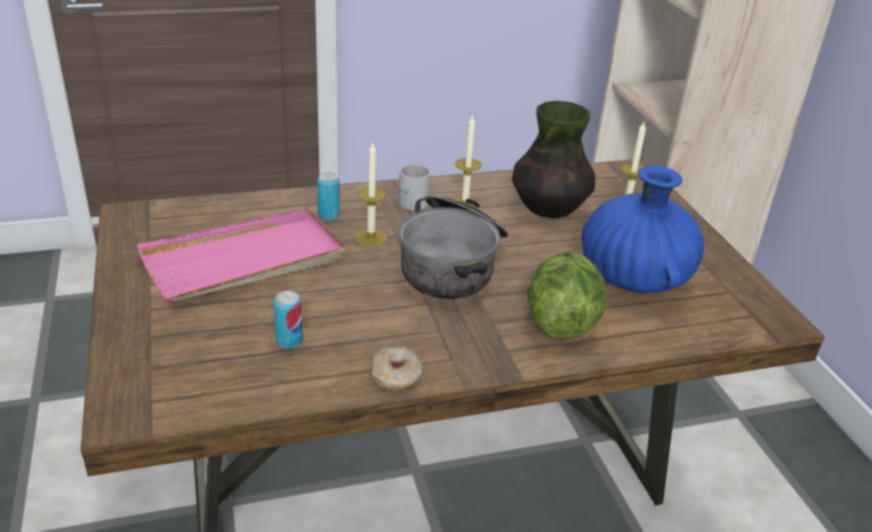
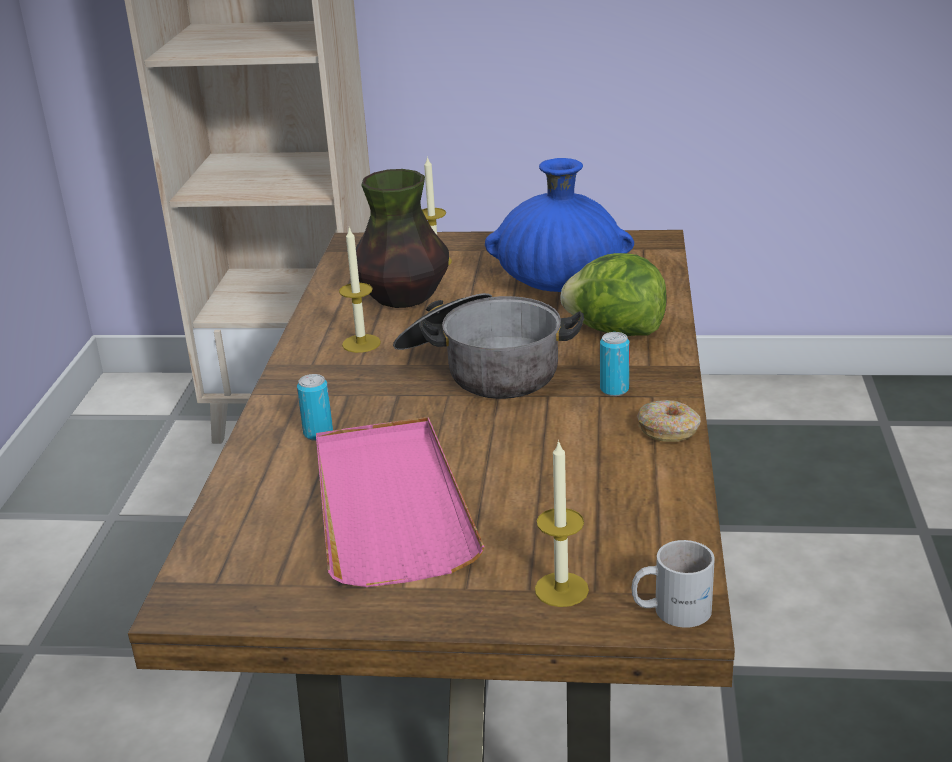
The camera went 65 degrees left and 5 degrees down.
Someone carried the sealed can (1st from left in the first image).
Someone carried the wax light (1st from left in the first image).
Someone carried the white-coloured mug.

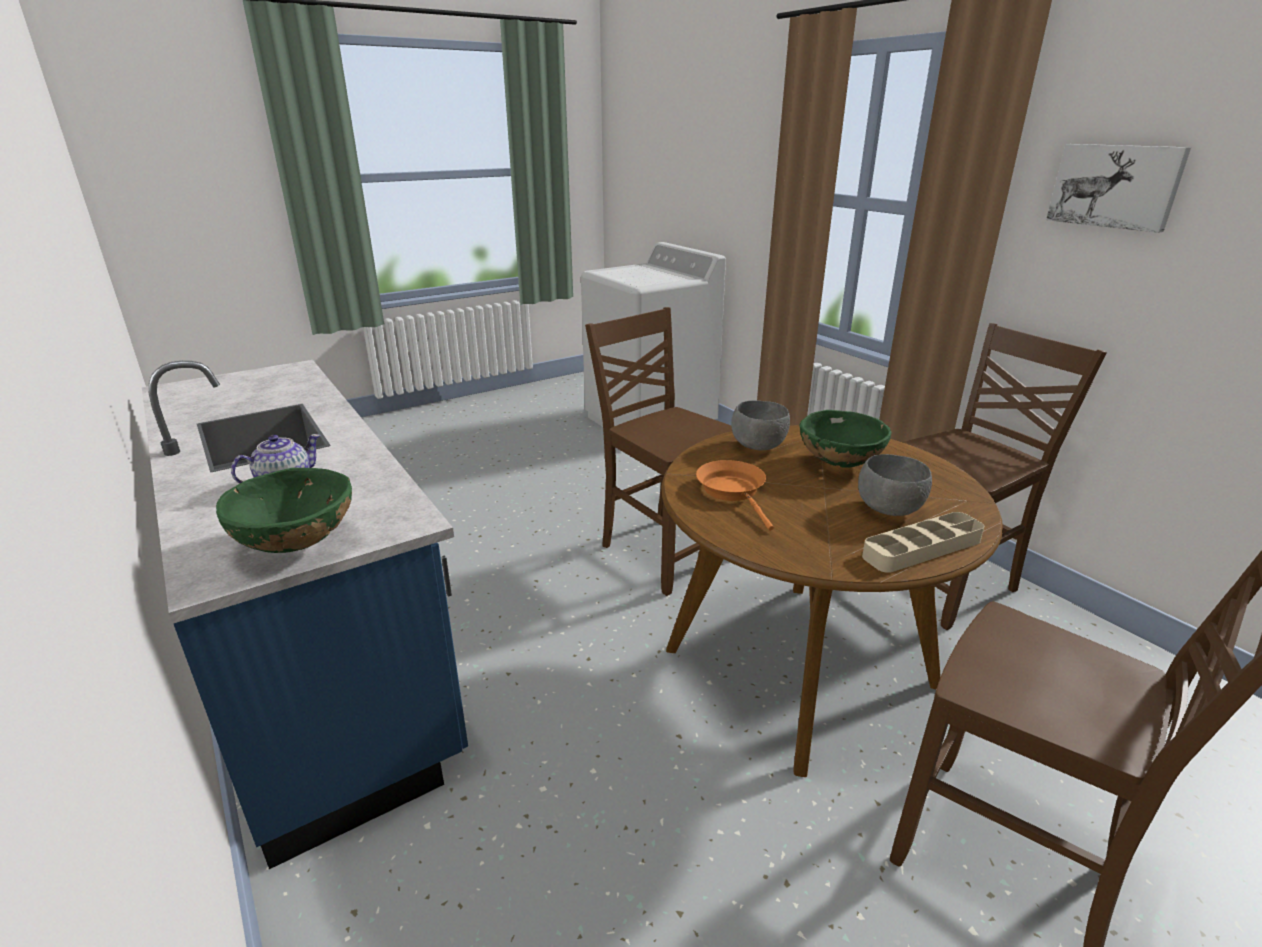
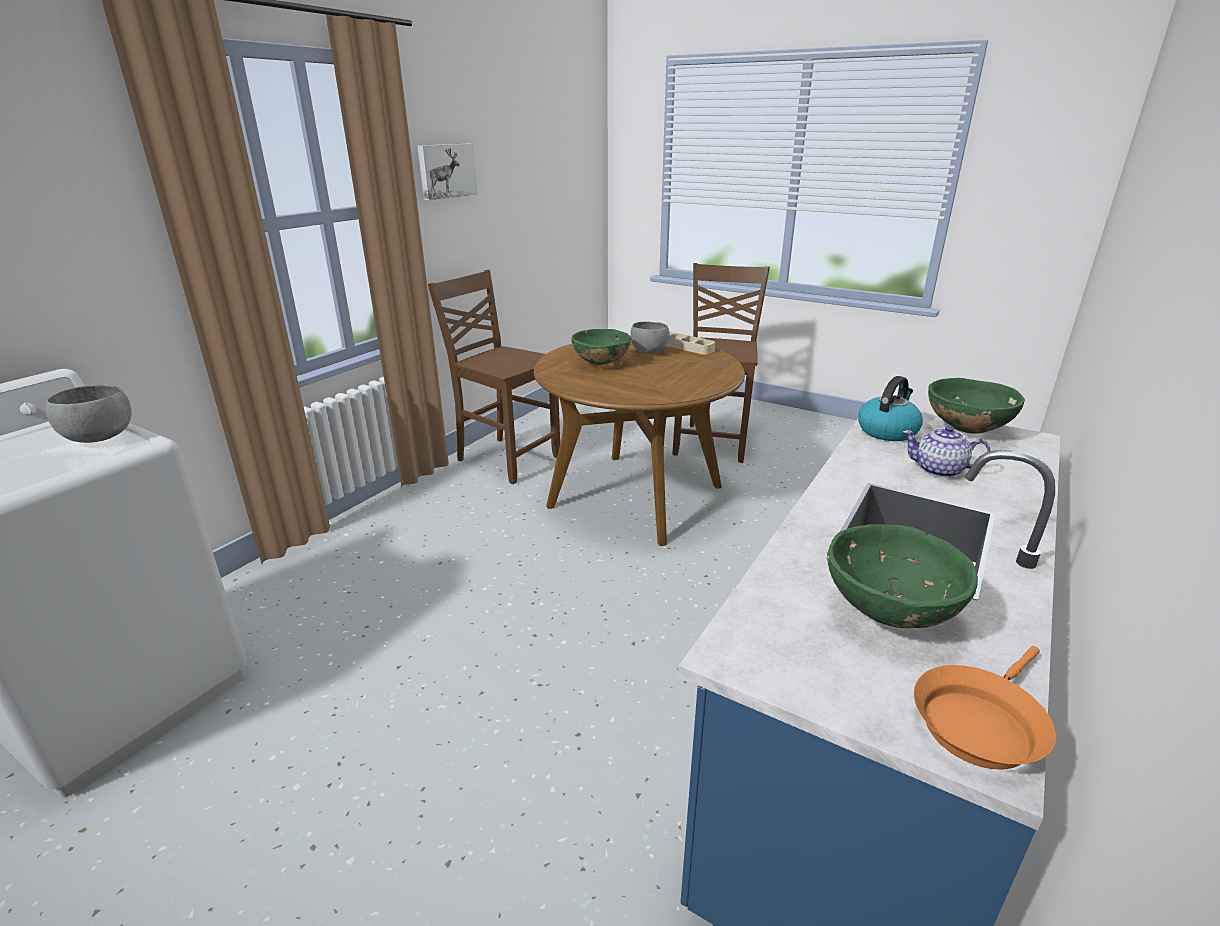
The camera went 115 degrees left and 0 degrees up.
Someone took away the brown plain chair (1st from left).
Someone put down the green-coloured serving bowl (2nd from left).
Someone put down the tea kettle.
Someone carried the orangey frying pan.
Someone carried the grey serving bowl (1st from left).

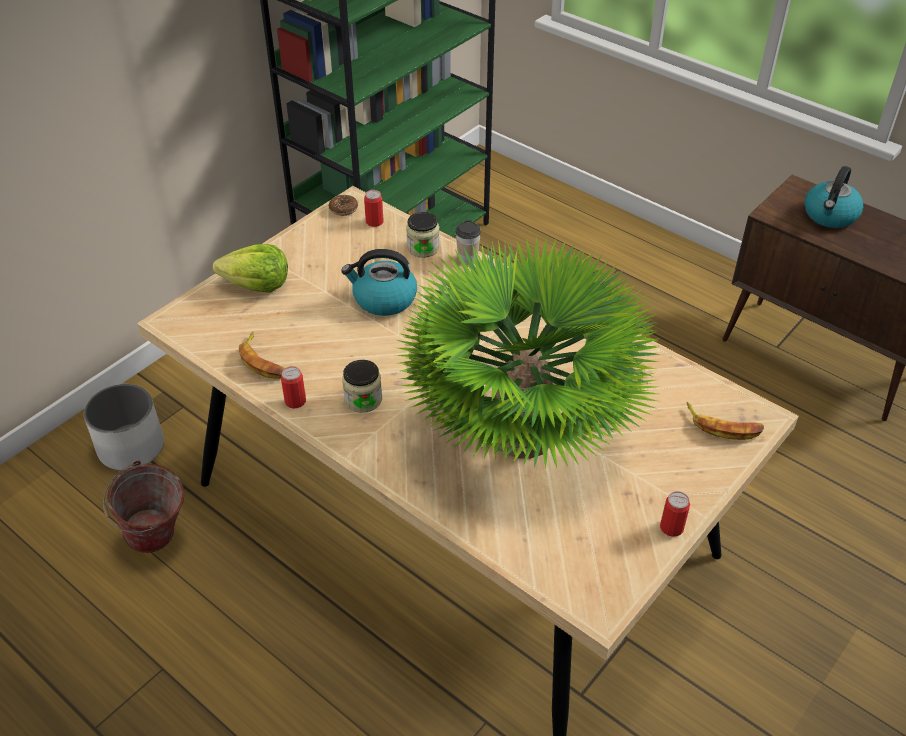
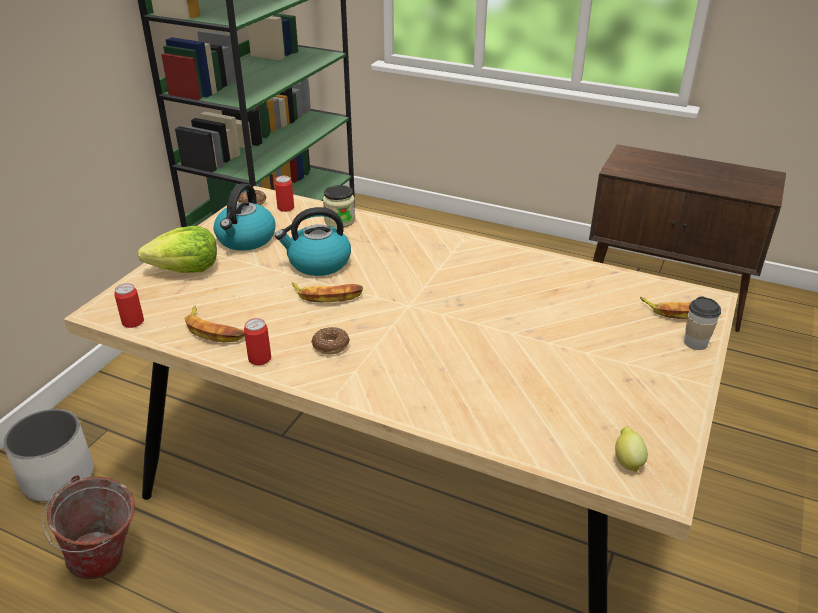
The camera went 15 degrees left and 10 degrees down.
Someone took away the plant in a pot.
Someone put down the banana (2nd from left).
Someone put down the lemon.
Someone carried the small cup.
Someone carried the sealed can (3rd from left in the first image).
Someone carried the tea kettle (2nd from left in the first image).
Someone swapped the preserve jar (1st from left) for the ring doughnut (2nd from left).

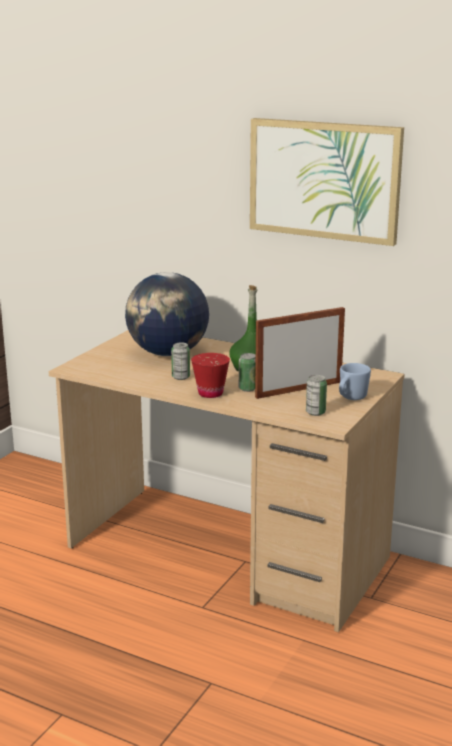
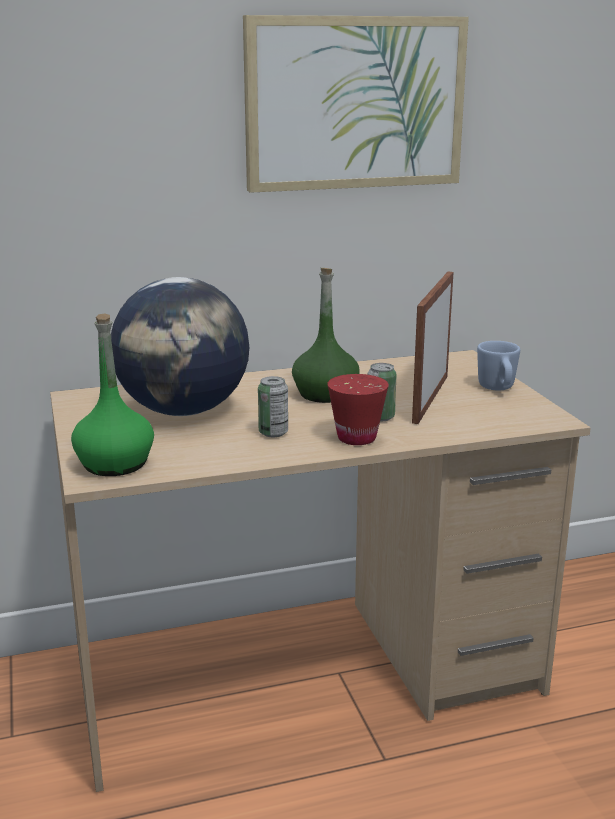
The camera went 45 degrees left and 0 degrees up.
Someone took away the sealed can (3rd from left).
Someone put down the green-coloured bottle (1st from left).

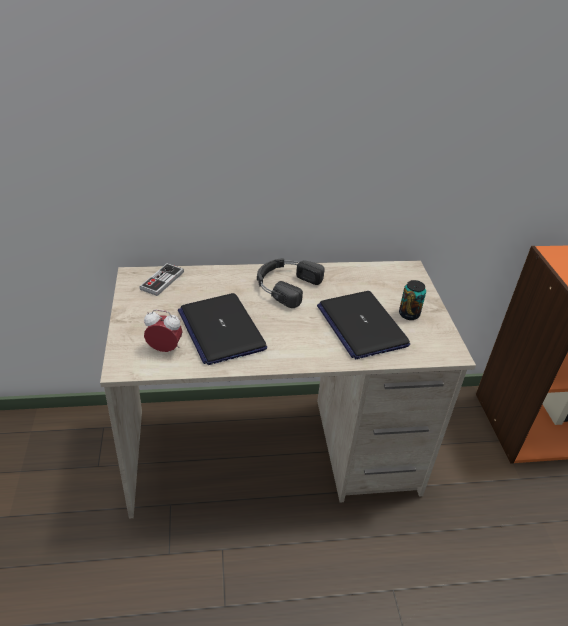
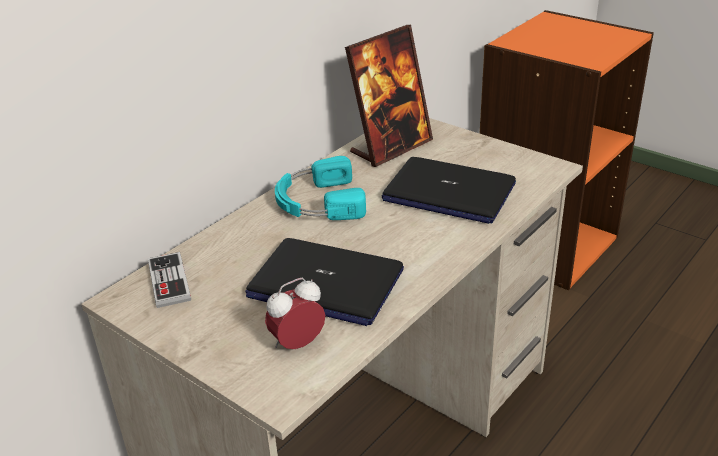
The camera went 40 degrees left and 5 degrees down.
Someone took away the sealed can.
Someone put down the photo frame.
Someone repainted the blackish headset, which became the turquoise headset.

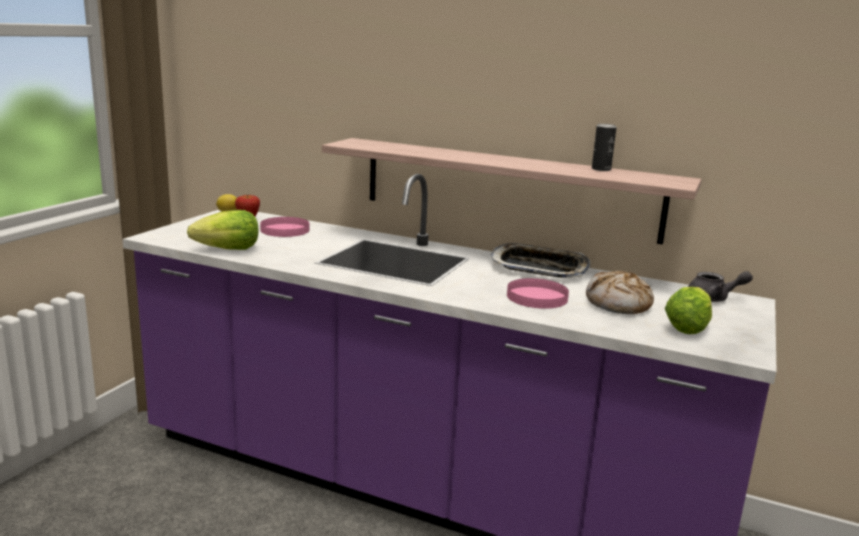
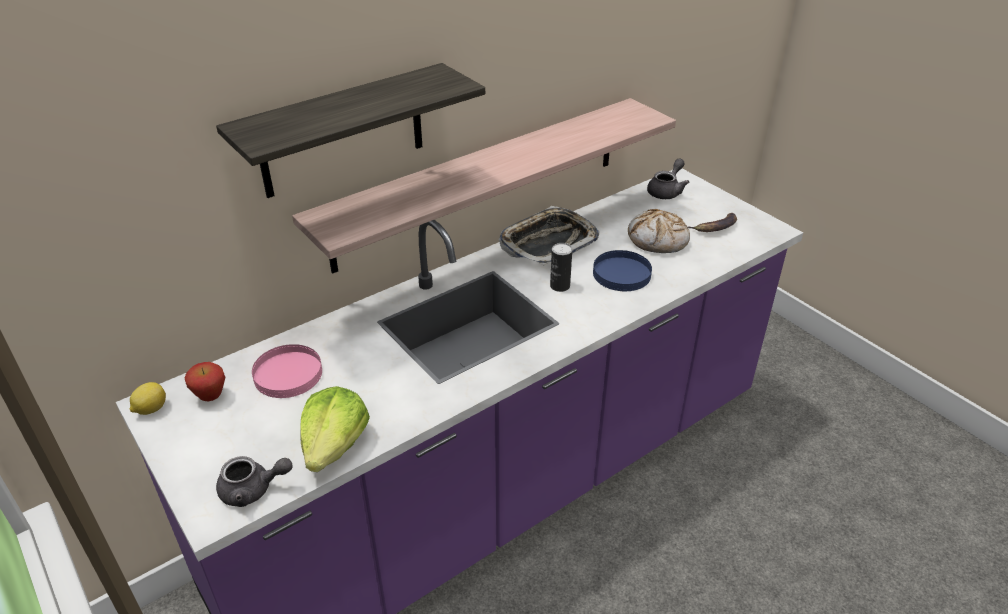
The camera went 60 degrees left and 20 degrees up.
Someone put up the wall shelf (1st from left).
Someone put down the grey pot for tea (1st from left).
Someone carried the sealed can.
Someone swapped the lettuce (2nd from left) for the banana.
Someone repainted the pinkish dinner plate (2nd from left), which became the bluish dinner plate.

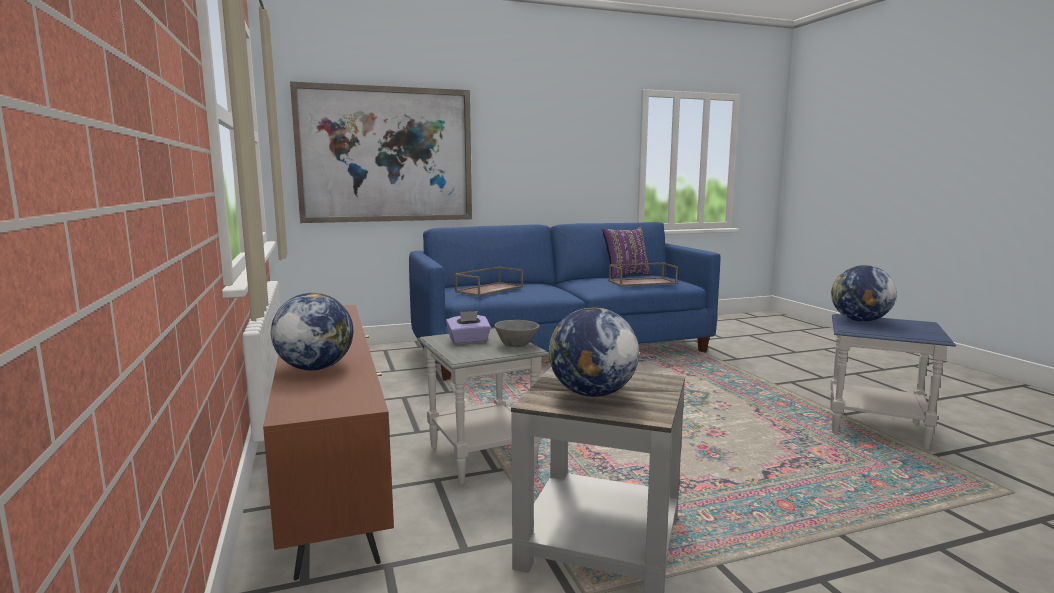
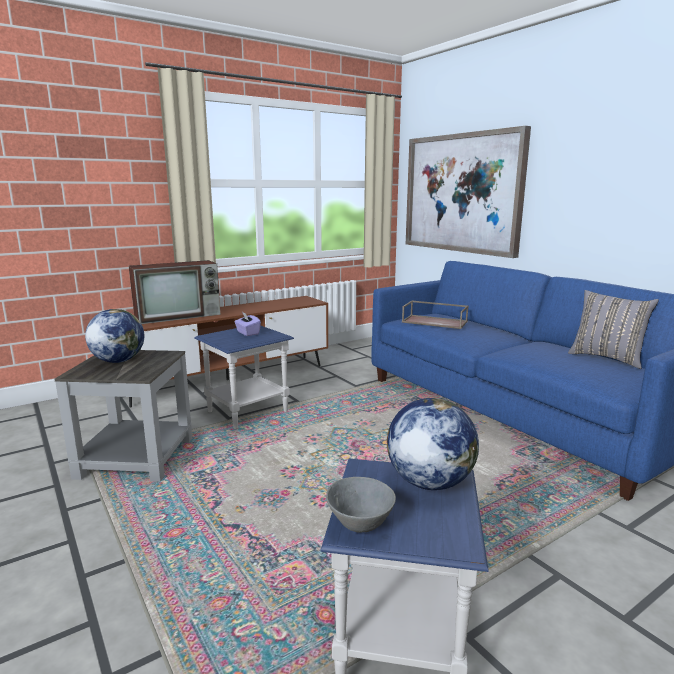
The camera went 75 degrees right and 5 degrees up.
Someone took away the brown tray (2nd from left).
Someone carried the grey serving bowl.
Someone swapped the world globe (1st from left) for the television.
Someone repainted the grey accent table (1st from left), which became the bluish accent table (1st from left).
Someone repainted the purplish pillow, which became the grey pillow.

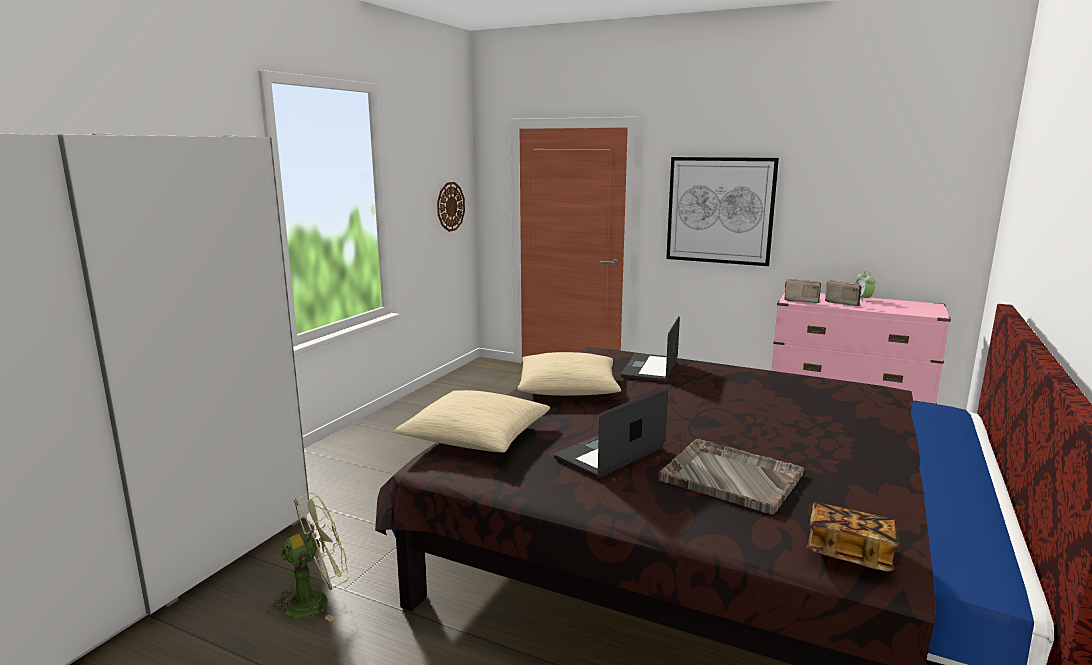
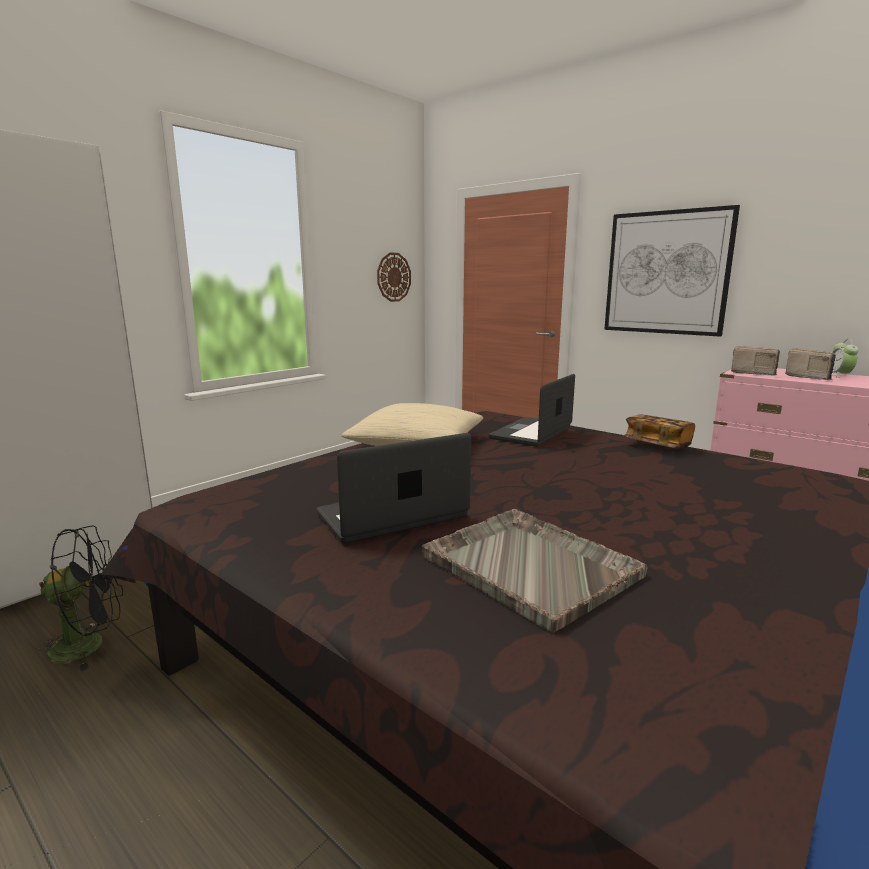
The camera went 15 degrees right and 0 degrees up.
Someone took away the beige-coloured pillow (1st from left).
Someone carried the bound book.
Someone repainted the green-coloured electric fan, which became the blackish electric fan.

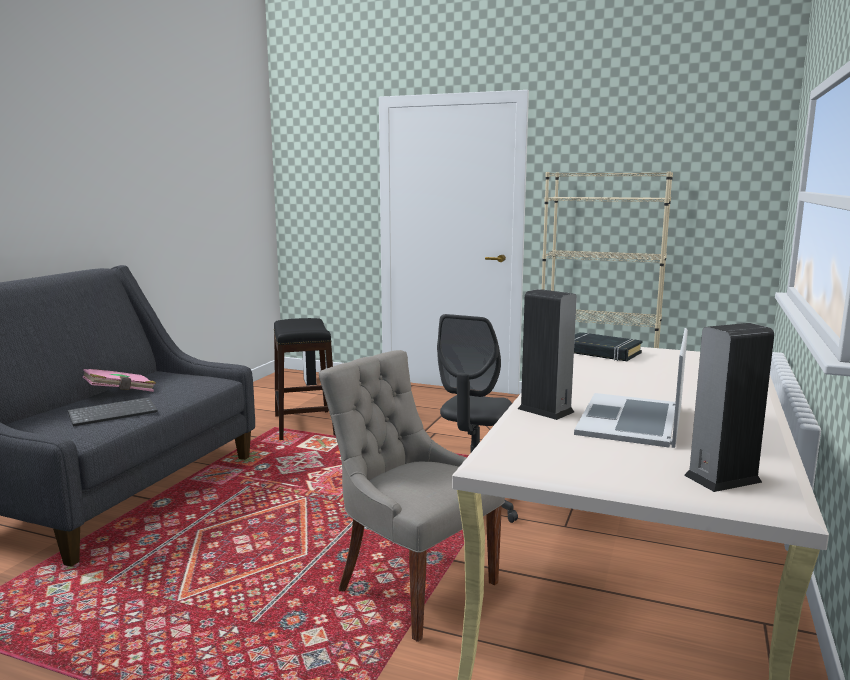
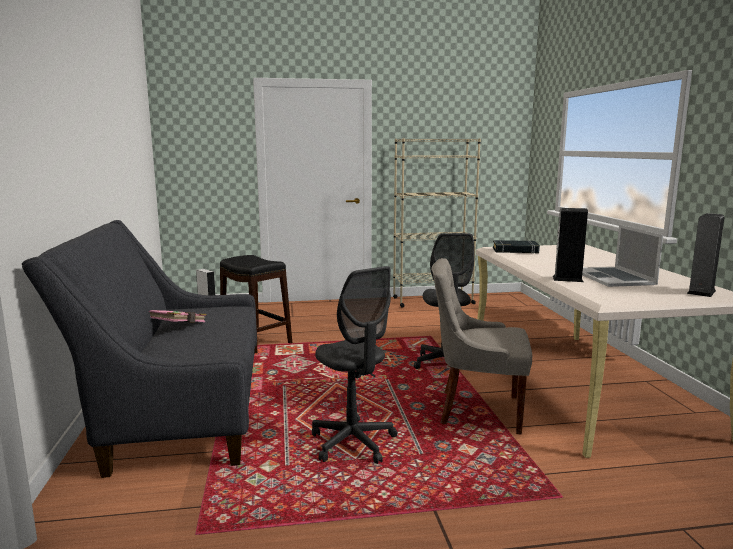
The camera went 30 degrees left and 0 degrees up.
Someone took away the PC keyboard.
Someone put down the grey computer chair (1st from left).

